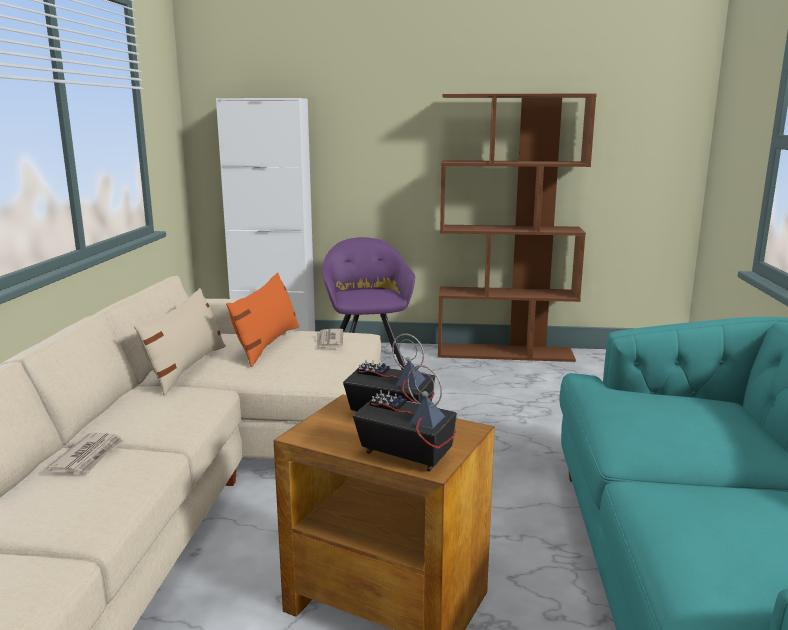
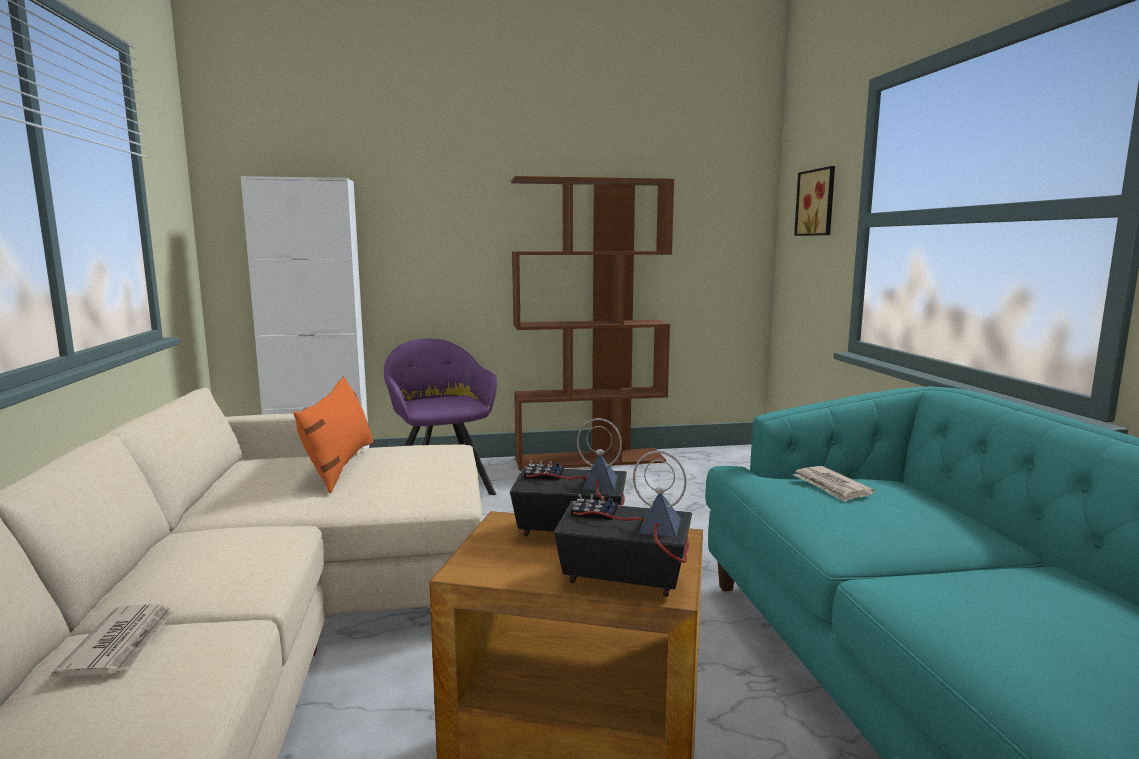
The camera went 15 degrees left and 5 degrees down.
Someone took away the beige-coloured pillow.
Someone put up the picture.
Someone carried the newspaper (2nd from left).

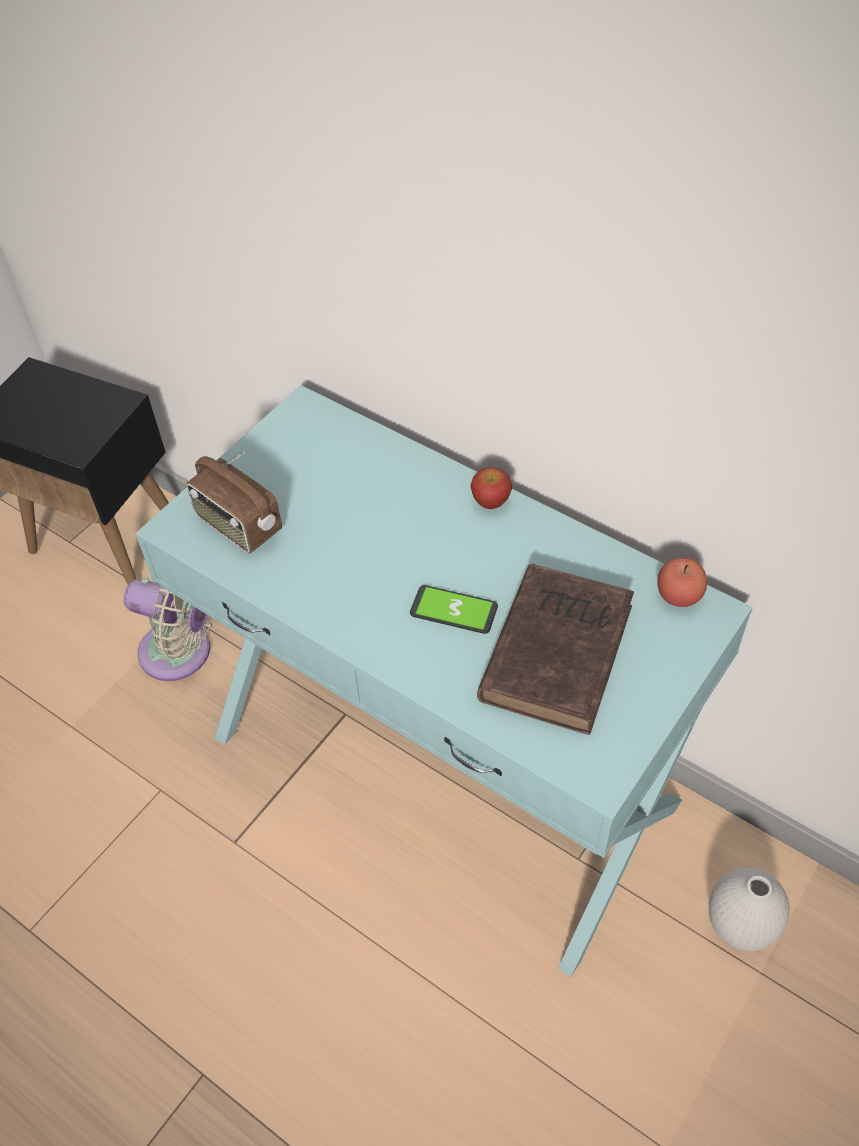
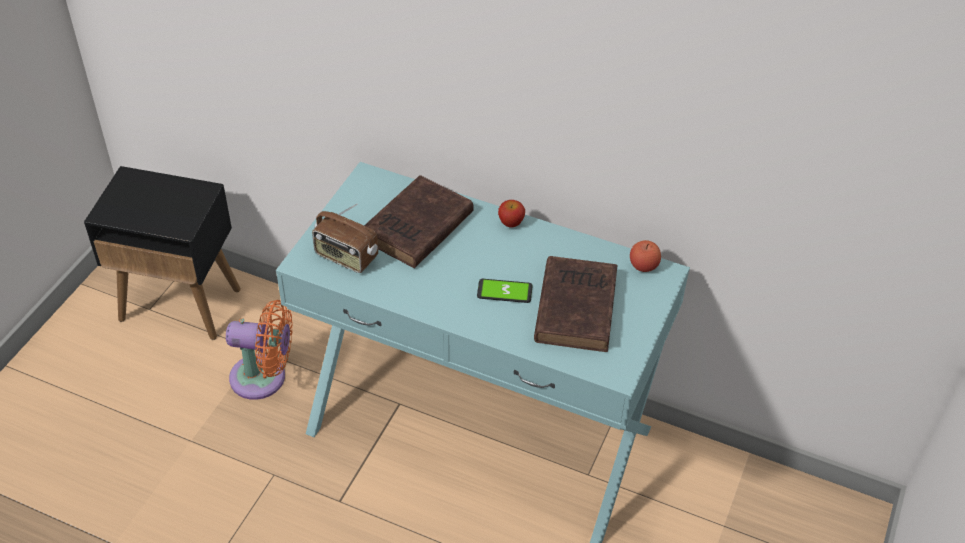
The camera went 15 degrees left and 5 degrees down.
Someone took away the white-coloured flower vase.
Someone put down the brown bound book (1st from left).
Someone repainted the beige-coloured electric fan, which became the orangey electric fan.

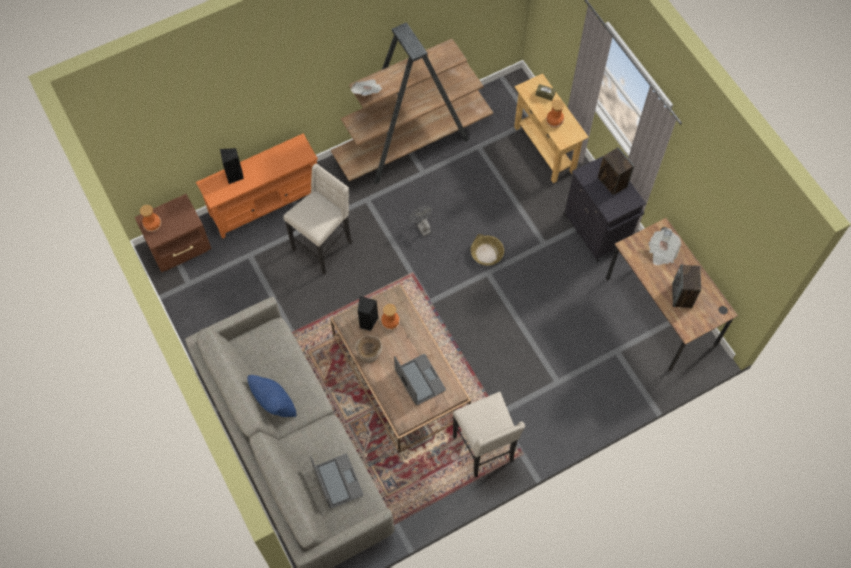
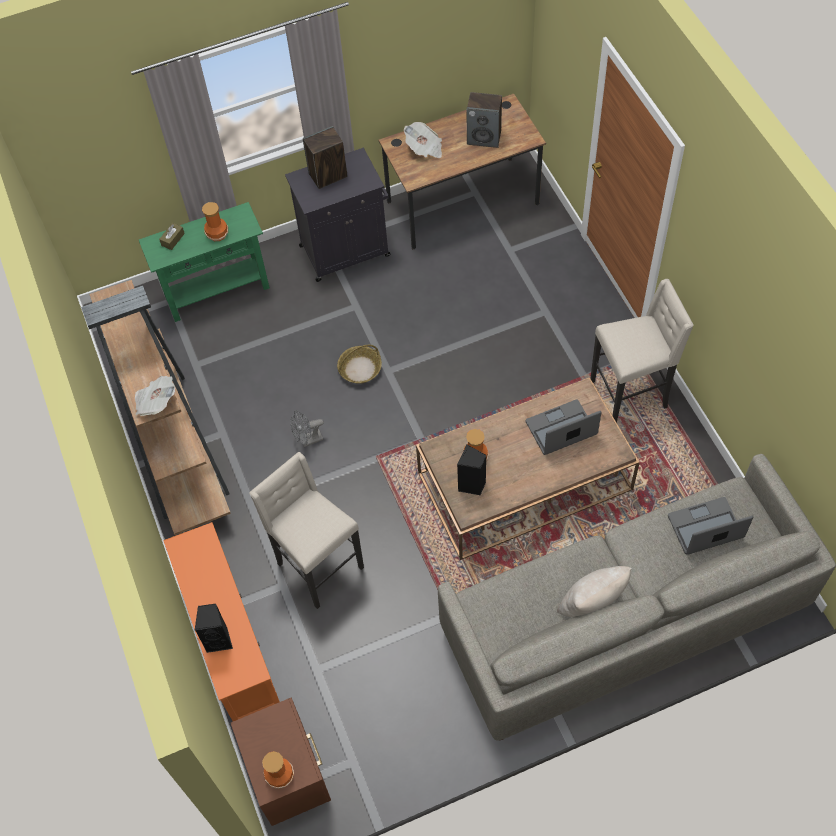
The camera went 80 degrees left and 5 degrees down.
Someone took away the beige-coloured serving bowl.
Someone repainted the bluish pillow, which became the beige-coloured pillow.
Someone repainted the beige-coloured hall table, which became the green-coloured hall table.

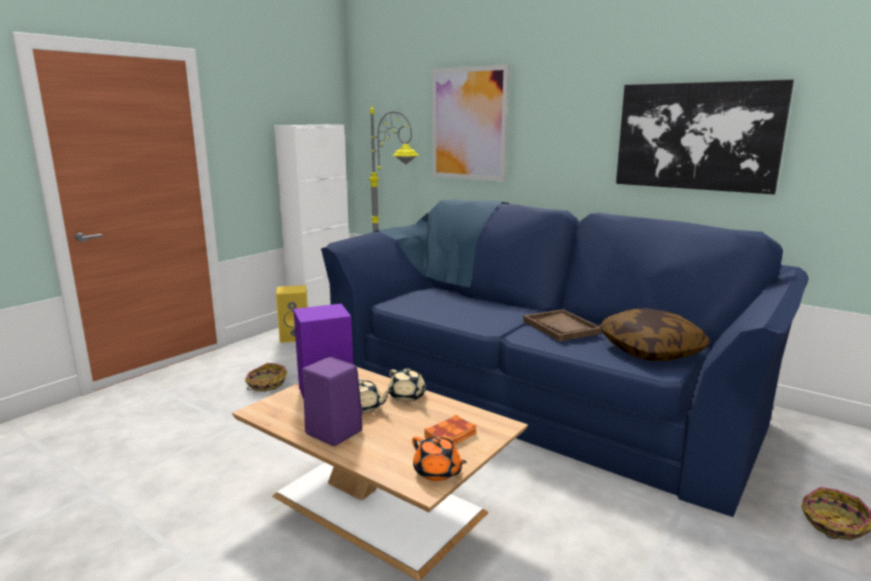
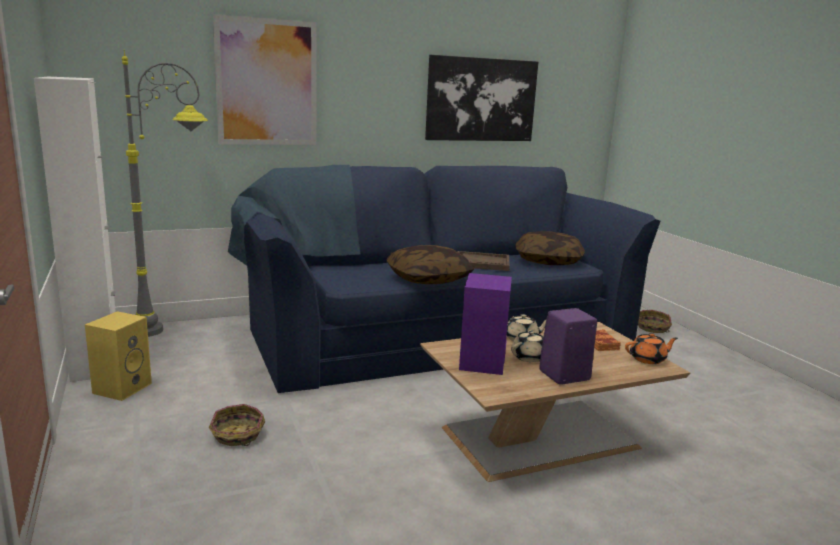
The camera went 60 degrees left and 0 degrees up.
Someone put down the pillow (1st from left).

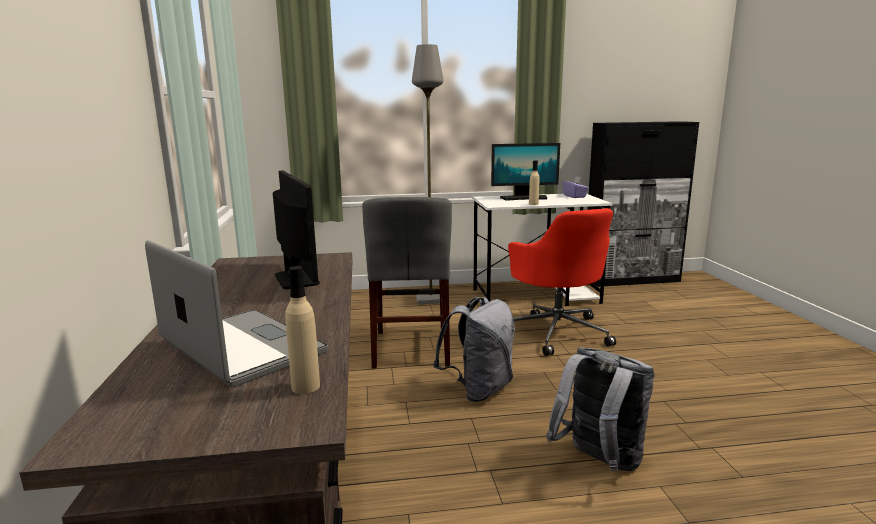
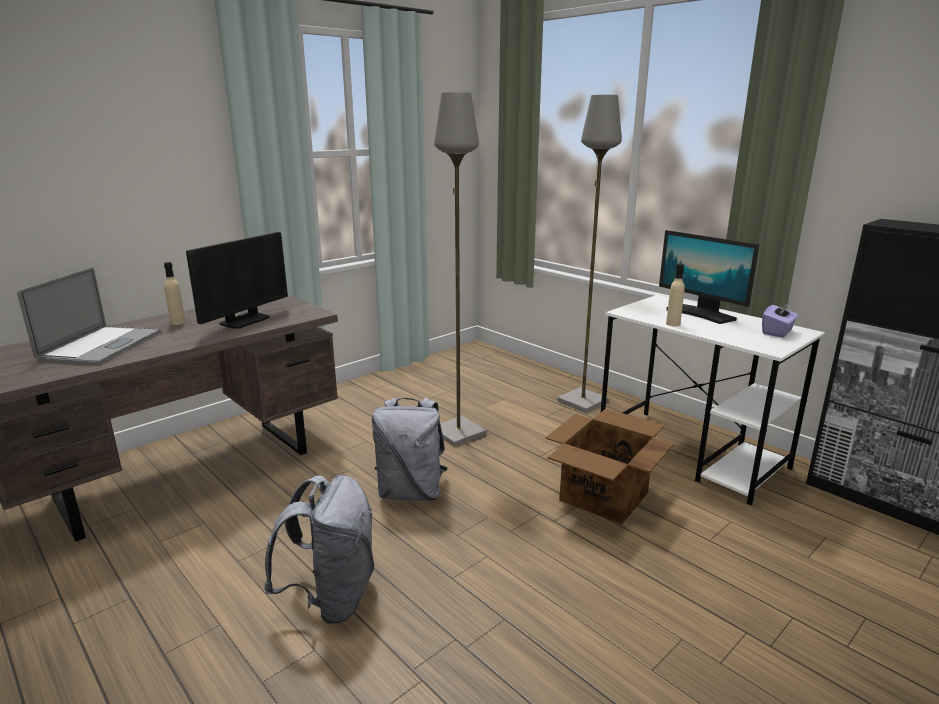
The camera went 55 degrees right and 5 degrees up.
Someone carried the beige-coloured bottle (1st from left).
Someone swapped the grey plain chair for the grey standard lamp (1st from left).
Someone swapped the red computer chair for the packing box.

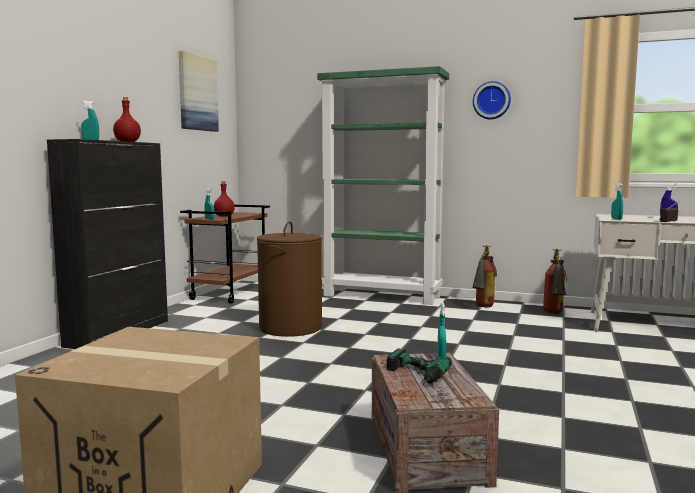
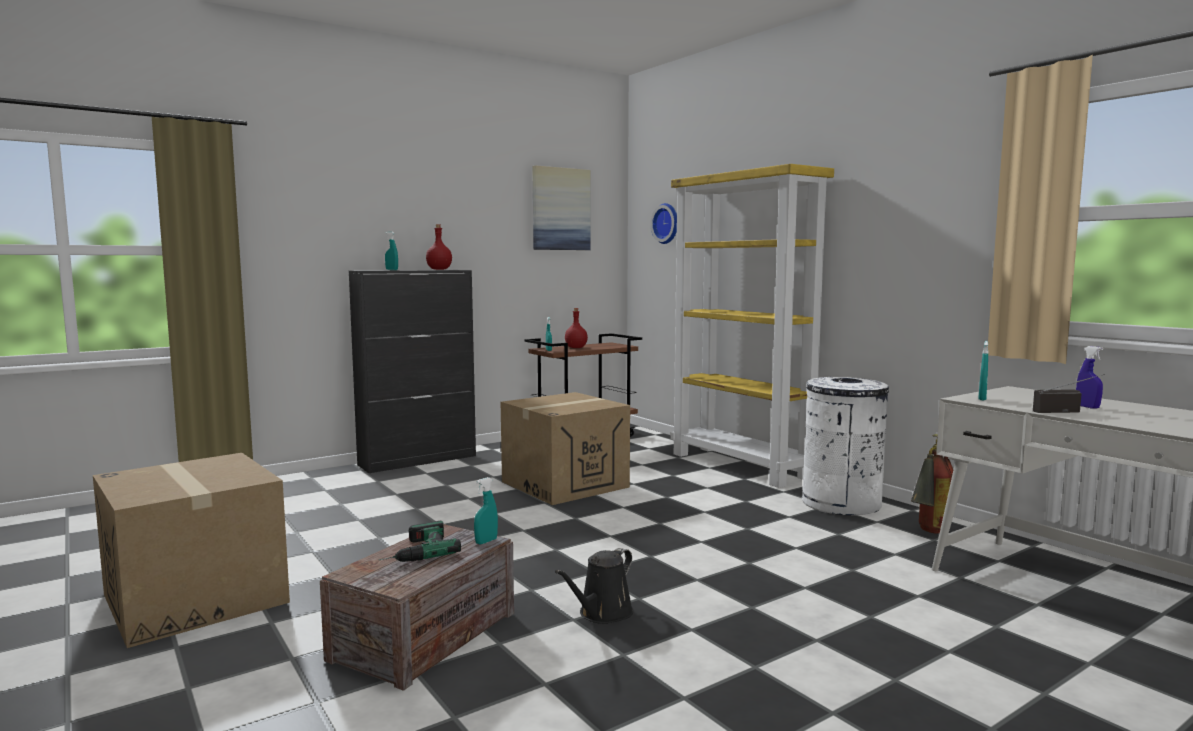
The camera went 35 degrees right and 0 degrees up.
Someone put down the blackish sprinkling can.
Someone carried the wall clock.
Someone swapped the brown hamper for the packing box (2nd from left).
Someone swapped the extinguisher (1st from left) for the white-coloured rubbish bin.
Someone repainted the green-coloured shelving unit, which became the yellowish shelving unit.

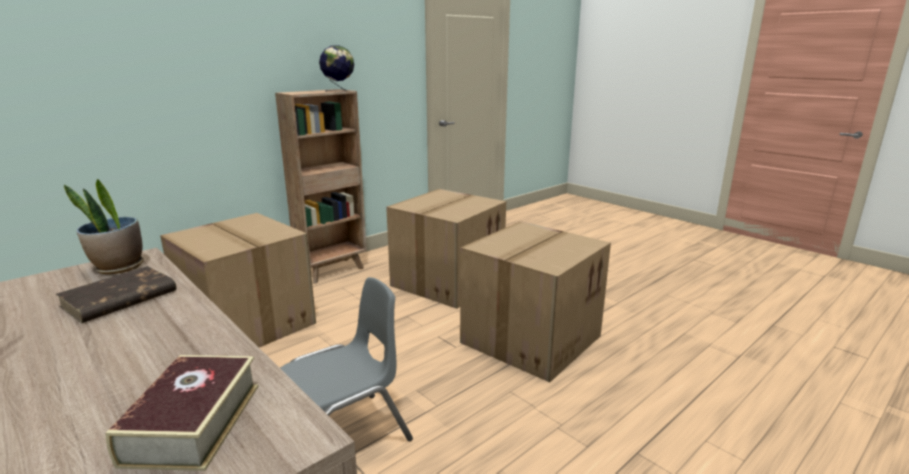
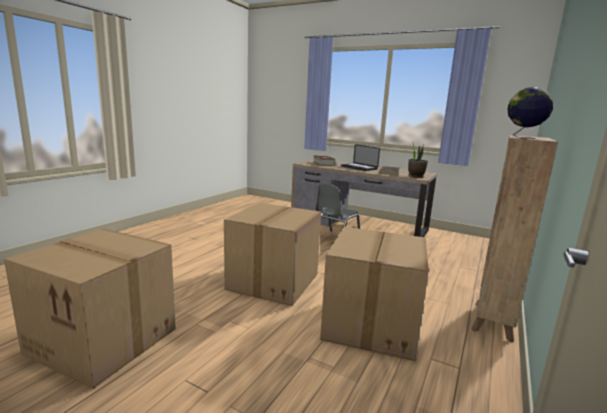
The camera went 160 degrees right and 5 degrees down.
Someone put down the portable computer.
Someone carried the packing box (1st from left).

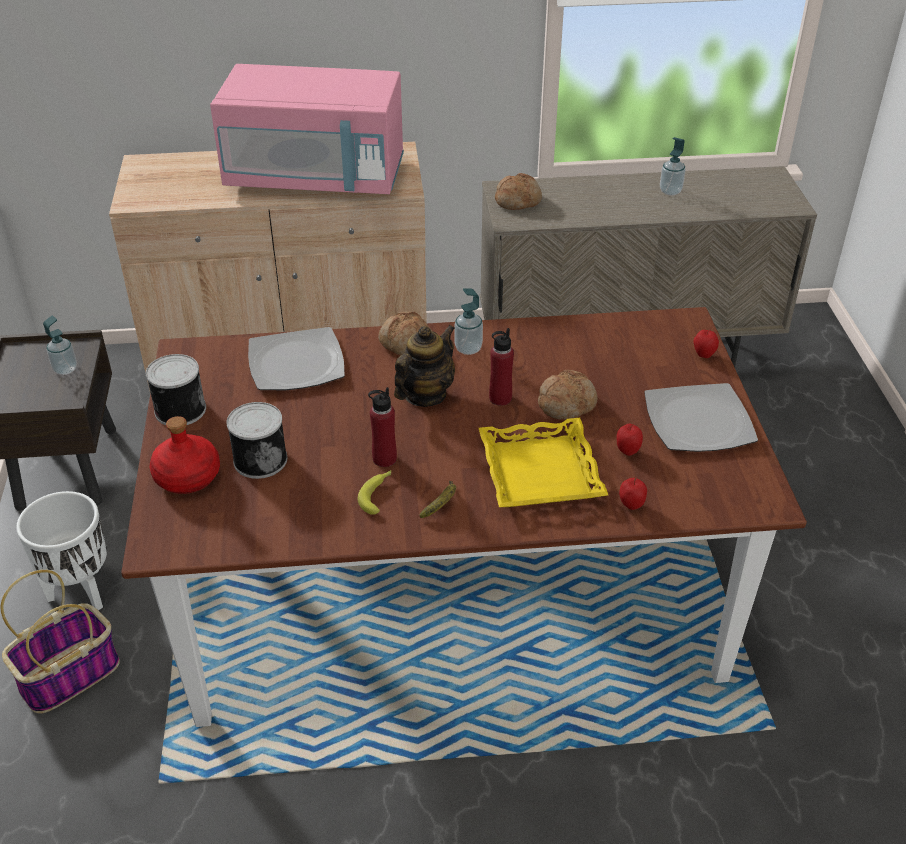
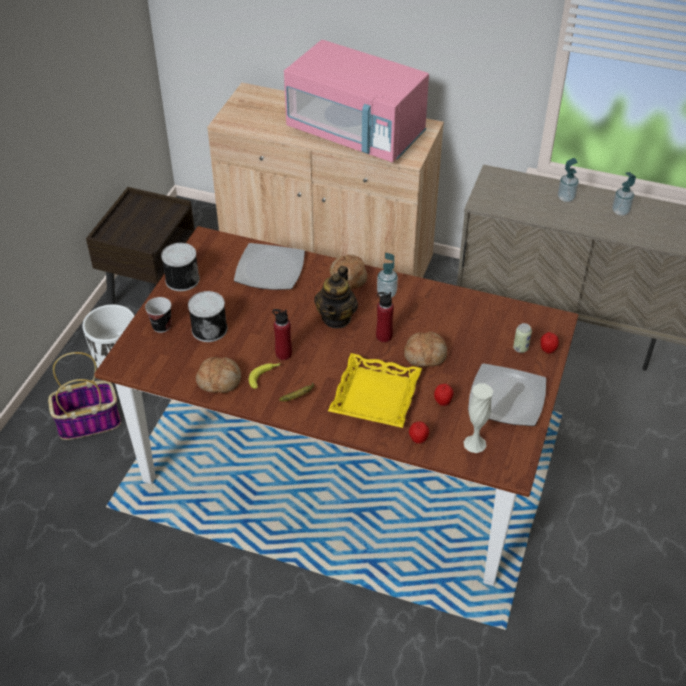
The camera went 25 degrees right and 5 degrees up.
Someone put down the white-coloured flower vase.
Someone put down the sealed can (3rd from left).
Someone carried the soap bottle (1st from left in the first image).
Someone carried the baked bread (2nd from left in the first image).
Someone swapped the red bottle (1st from left) for the small cup.
Someone rotated the pot for tea by 135 degrees clockwise.

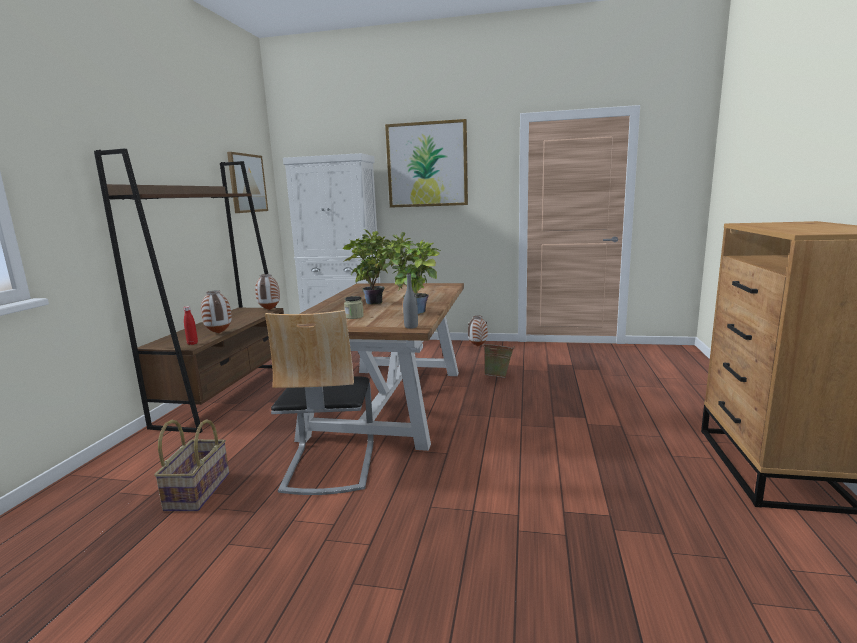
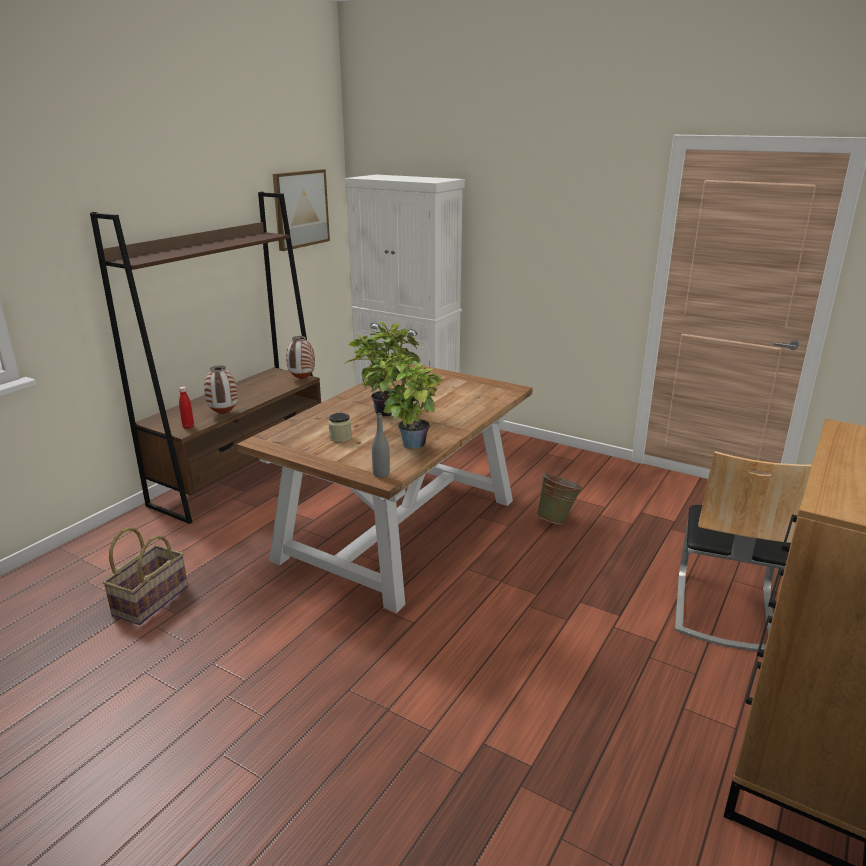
The camera went 20 degrees right and 10 degrees up.
Someone took away the picture (2nd from left).
Someone took away the flower vase (3rd from left).
Someone carried the plain chair.

